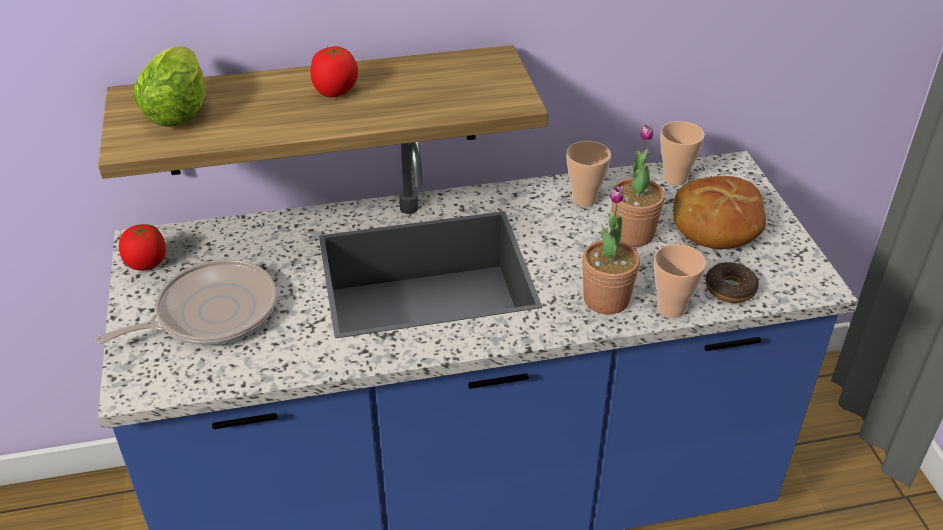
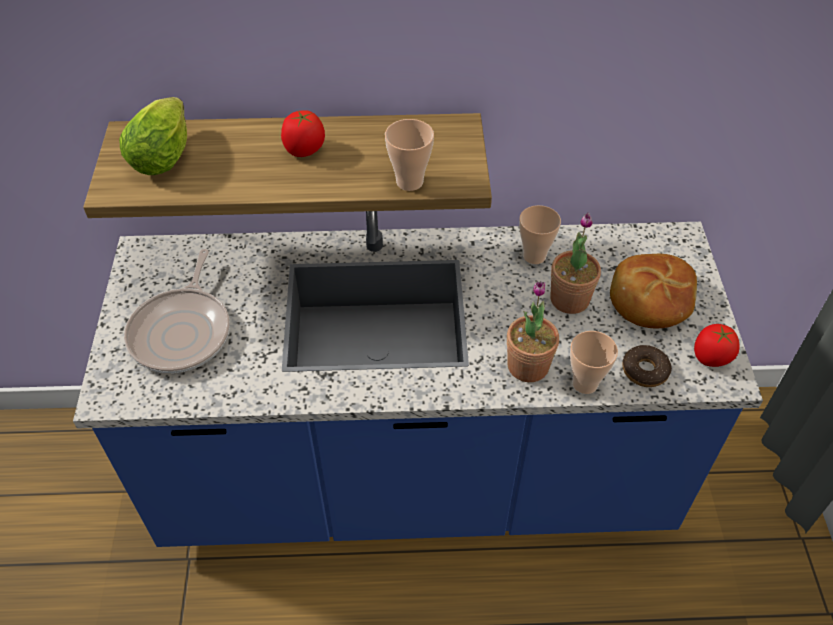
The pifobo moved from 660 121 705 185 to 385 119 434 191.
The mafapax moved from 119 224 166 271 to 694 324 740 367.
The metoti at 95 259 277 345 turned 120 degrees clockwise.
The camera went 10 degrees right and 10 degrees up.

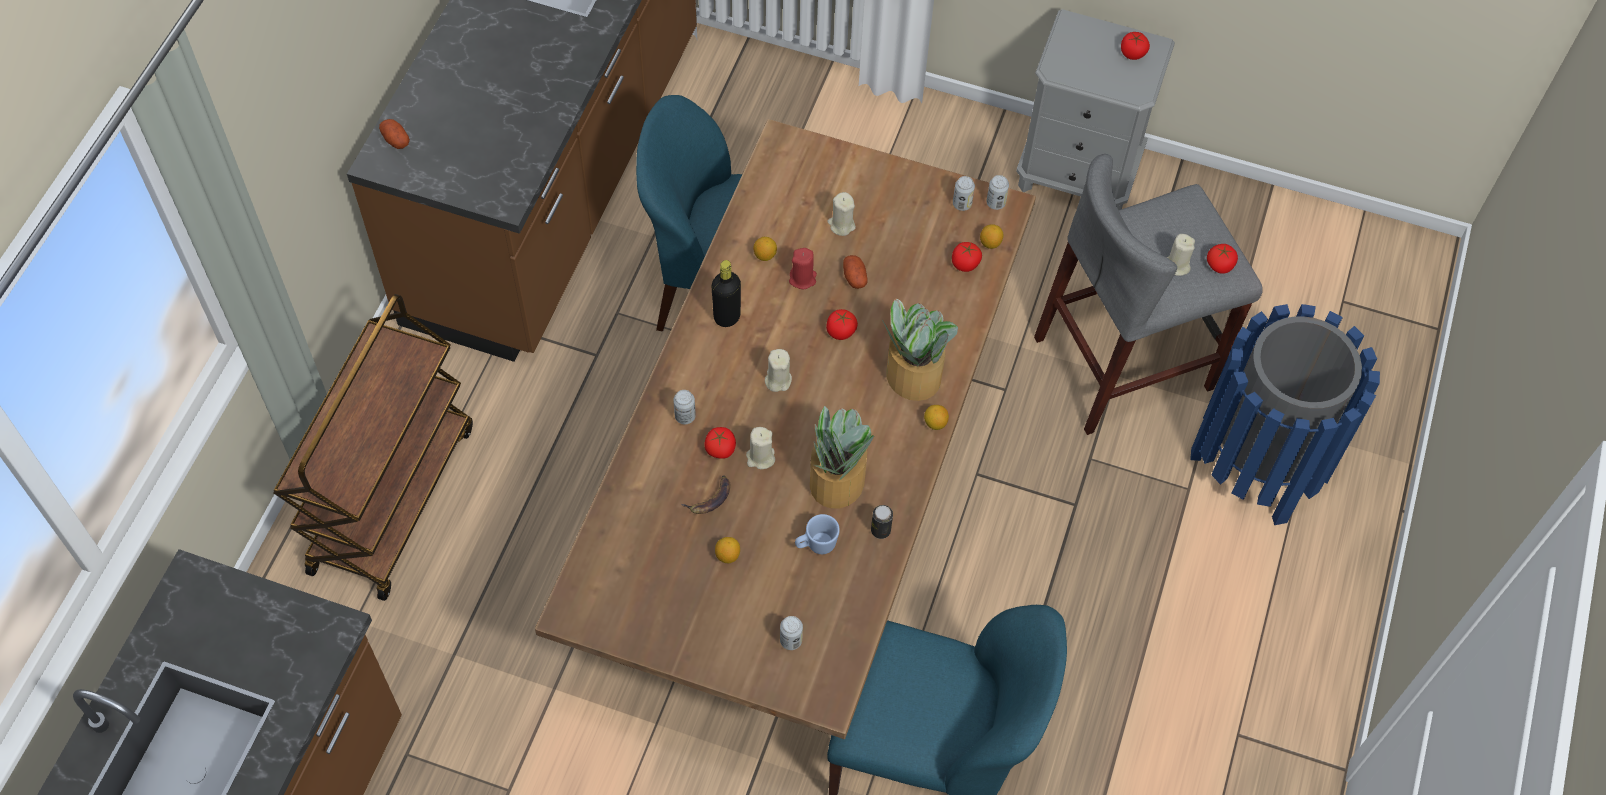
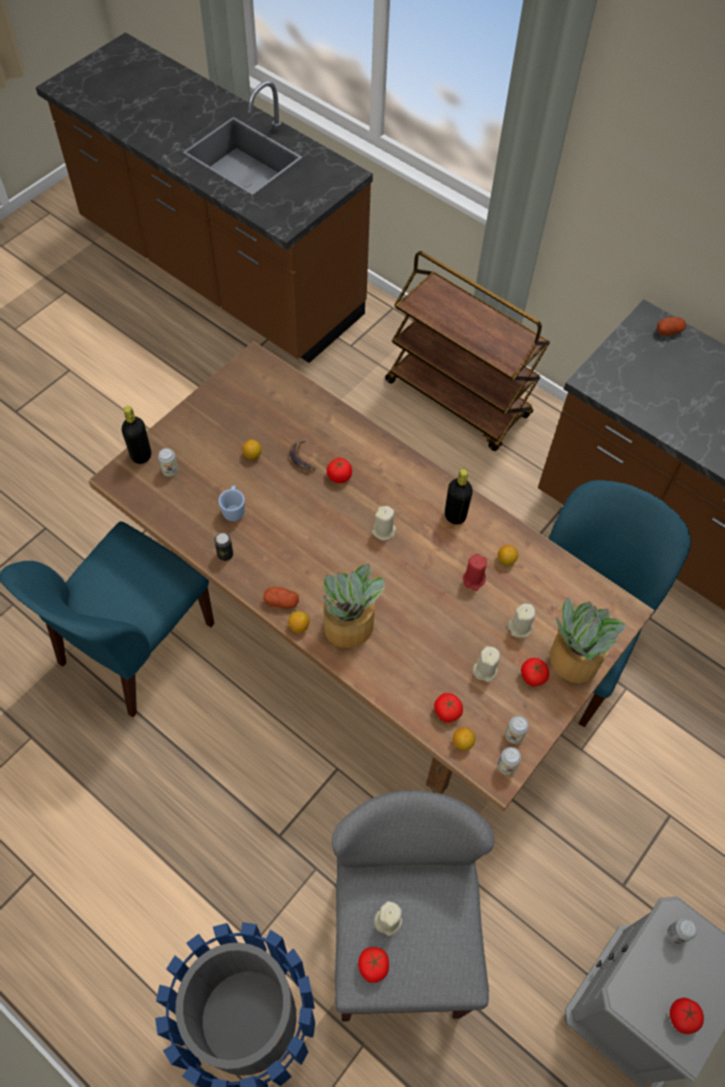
The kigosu moved from 843 255 867 289 to 263 587 299 608.
The mafapax moved from 826 309 858 340 to 521 658 549 686.
The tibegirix moved from 673 390 696 424 to 667 918 697 945.
The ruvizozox moved from 810 406 874 508 to 549 597 625 683.
The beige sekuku moved from 746 427 775 469 to 473 646 500 682.
The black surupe at 122 406 151 464 appeared.
The camera went 110 degrees right and 0 degrees up.

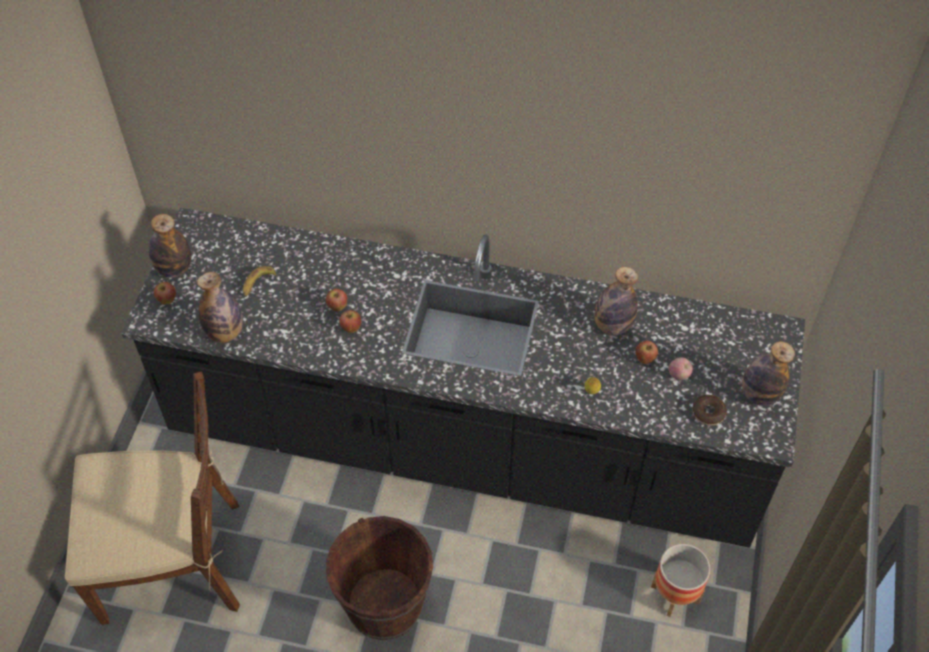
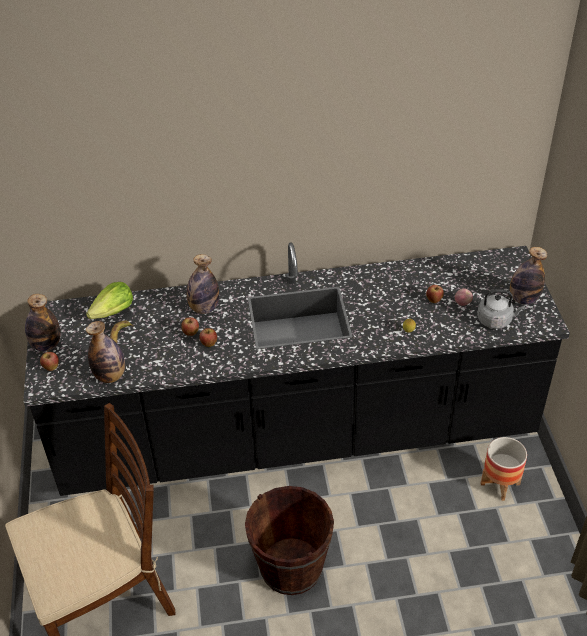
The surupe moved from 594 267 638 336 to 187 254 219 314.
The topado at 692 395 727 426 was replaced by the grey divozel at 477 289 525 329.
The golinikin at 86 282 133 319 appeared.
The camera went 20 degrees left and 10 degrees down.

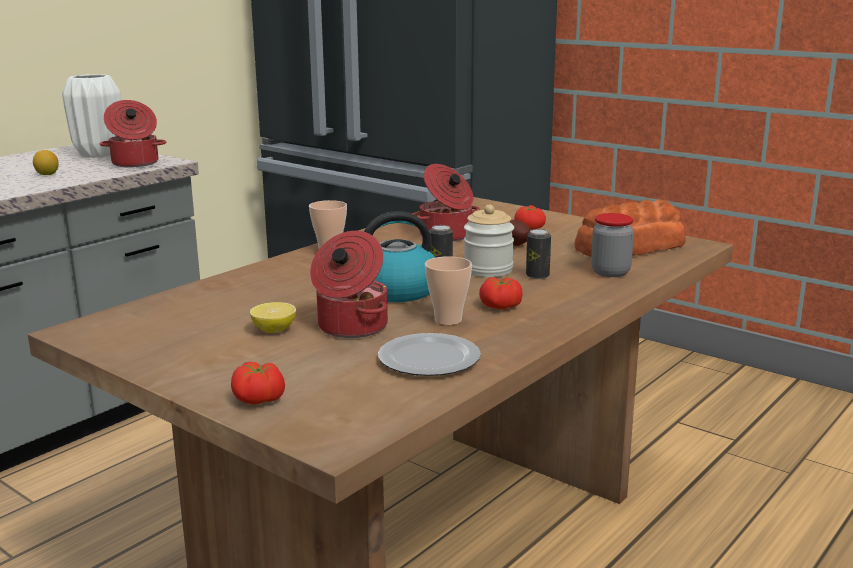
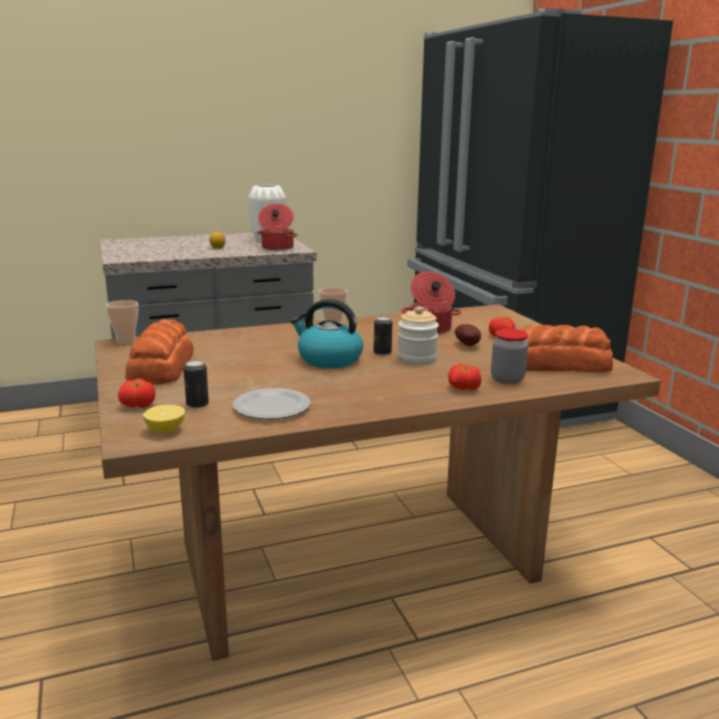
The tibegirix moved from 526 229 551 279 to 183 360 209 408.
The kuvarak at 310 231 388 338 disappeared.
The pifobo moved from 425 256 472 325 to 106 300 138 345.
The mafapax moved from 479 277 523 310 to 448 363 481 390.
The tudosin moved from 250 302 296 333 to 143 405 185 433.
The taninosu at 125 319 194 385 appeared.
The camera went 30 degrees right and 0 degrees up.

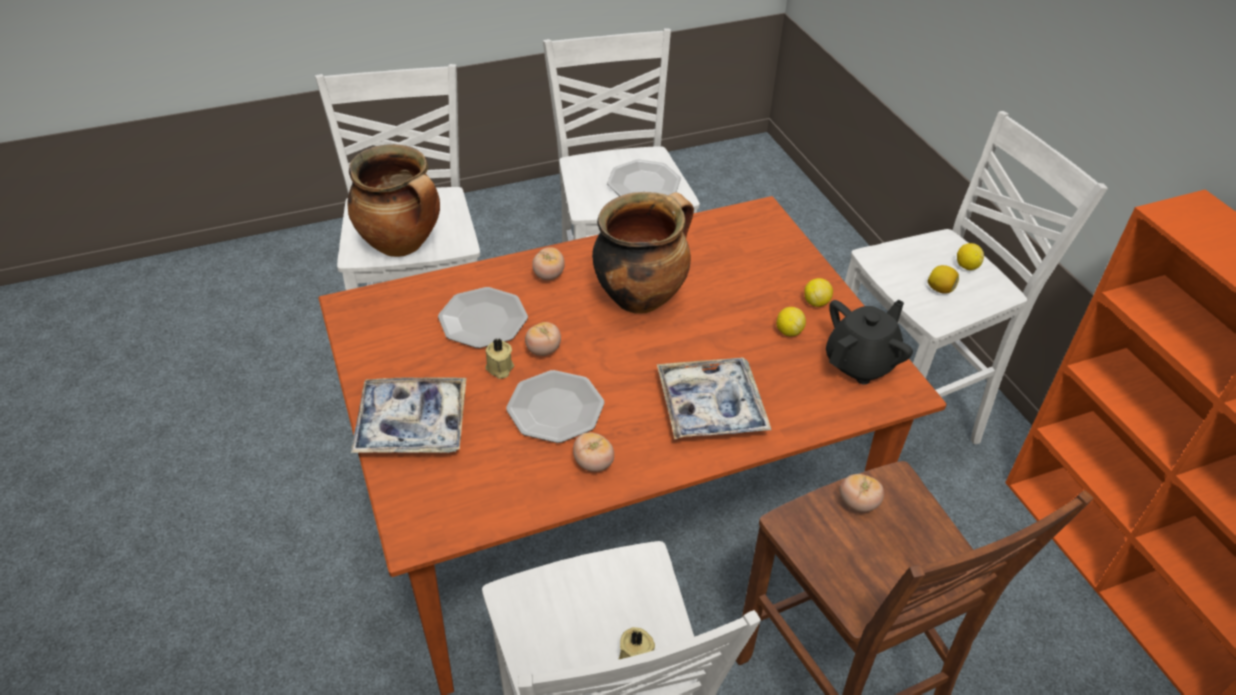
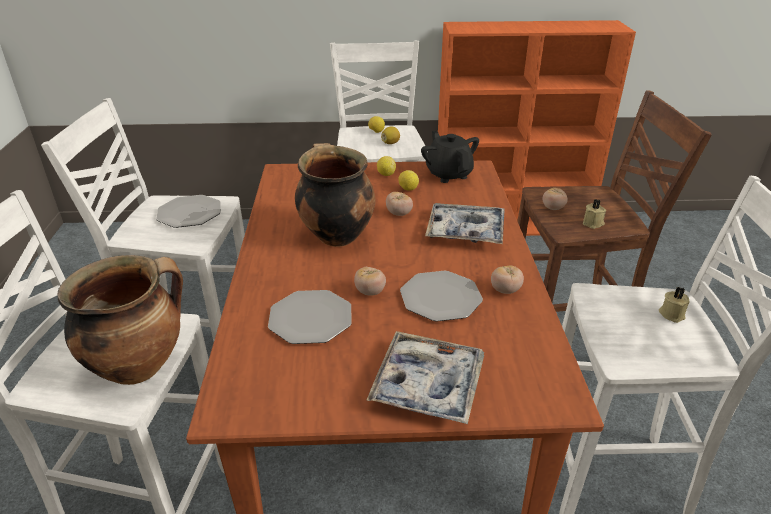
The mafapax moved from 532 247 565 280 to 386 192 413 216.
The beige sekuku moved from 485 339 514 379 to 583 199 606 229.
The camera went 70 degrees left and 10 degrees down.

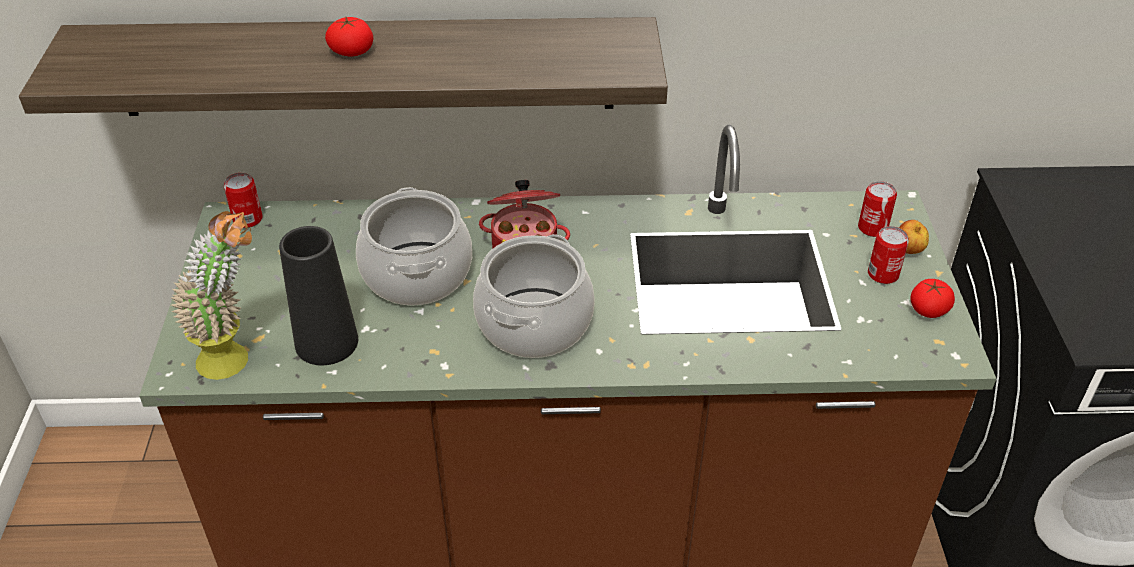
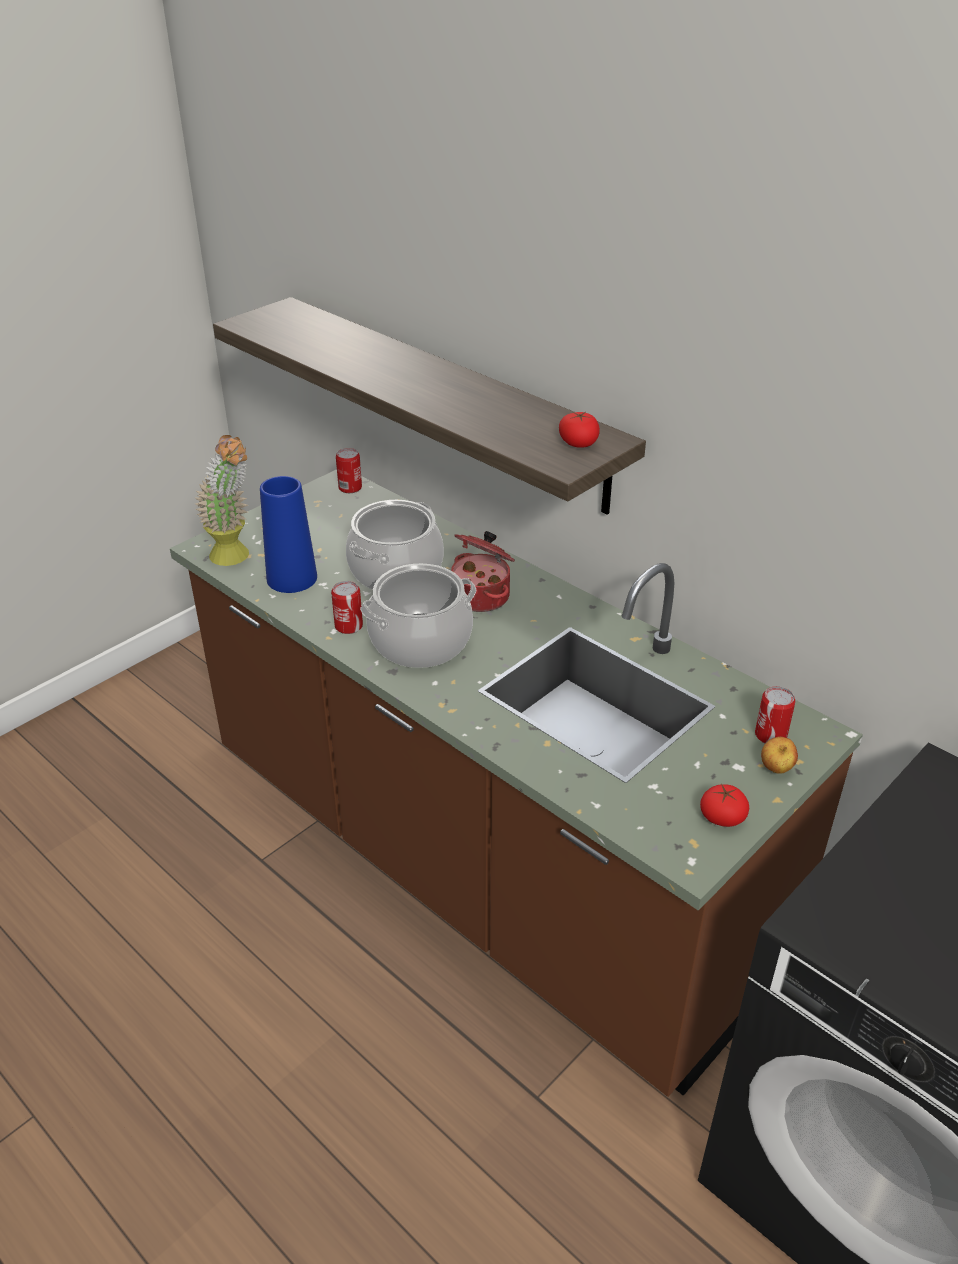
The mafapax moved from 325 17 373 57 to 559 412 600 448.
The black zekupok at 279 226 358 365 became the blue zekupok at 260 476 317 593.
The tibegirix moved from 868 226 909 284 to 331 581 363 634.
The camera went 45 degrees right and 5 degrees down.

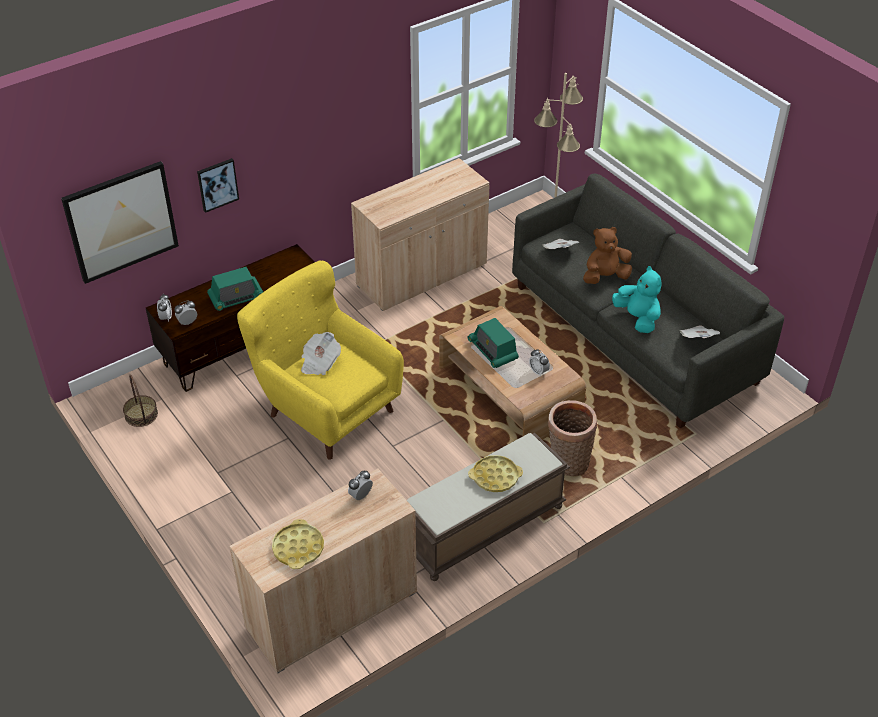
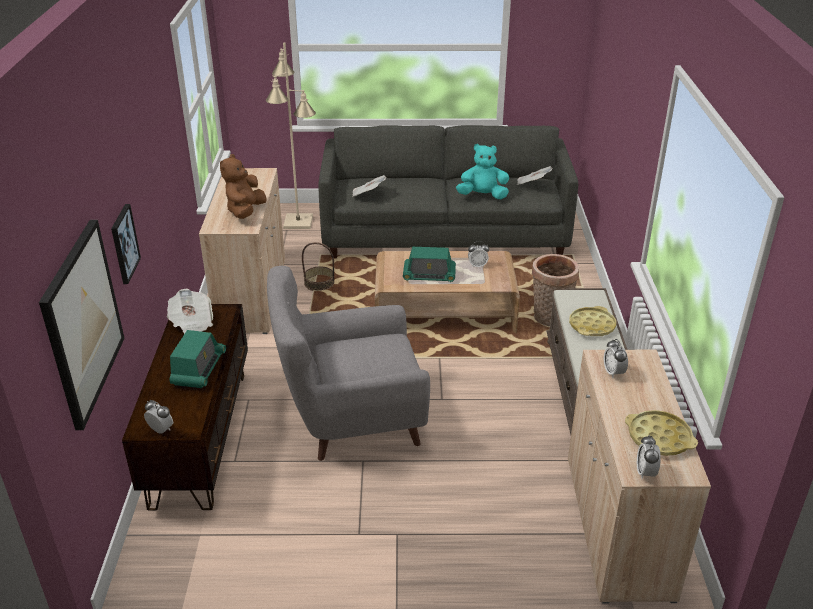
The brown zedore moved from 583 227 632 284 to 220 154 267 219.
The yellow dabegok at 237 260 404 460 became the grey dabegok at 267 266 430 461.
The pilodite moved from 174 301 197 325 to 637 435 661 479.
The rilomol moved from 301 332 341 375 to 167 289 213 334.
The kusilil moved from 123 374 158 427 to 302 242 334 291.
The camera went 55 degrees left and 10 degrees down.

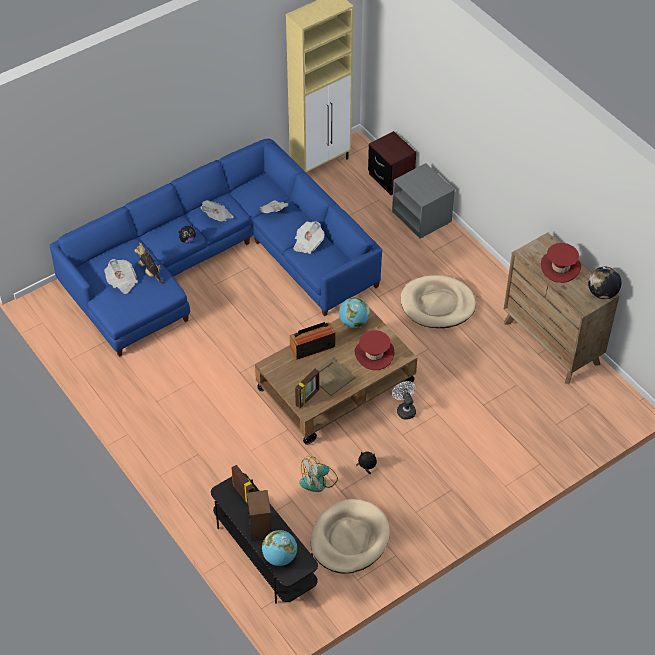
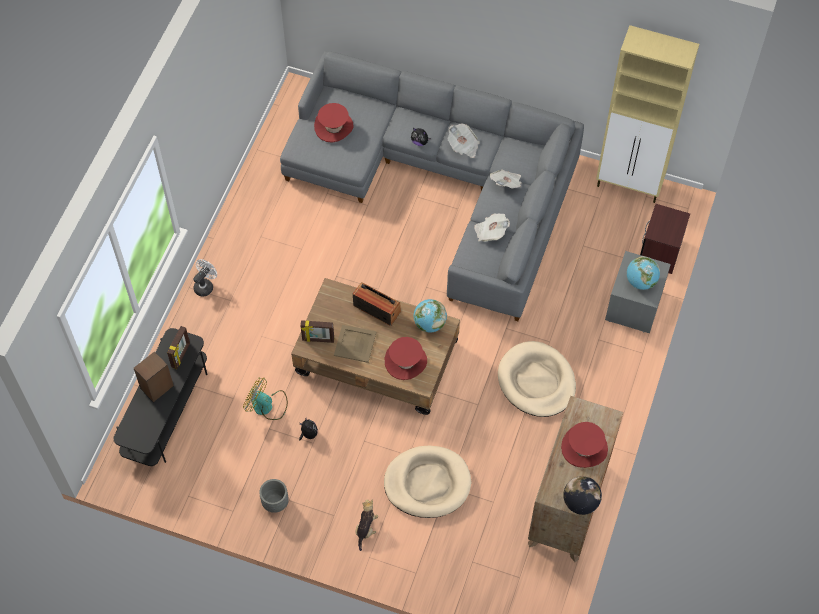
The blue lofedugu at 50 139 382 357 became the grey lofedugu at 280 51 584 321.
The zedore moved from 134 243 164 284 to 355 499 378 551.
The rilomol at 104 259 138 294 was replaced by the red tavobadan at 314 103 354 143.
The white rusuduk moved from 392 381 416 420 to 193 259 217 297.
The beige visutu moved from 311 499 390 574 to 384 445 471 518.
The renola moved from 262 530 297 566 to 627 256 660 290.
The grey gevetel at 260 479 289 513 appeared.
The camera went 55 degrees right and 10 degrees up.

